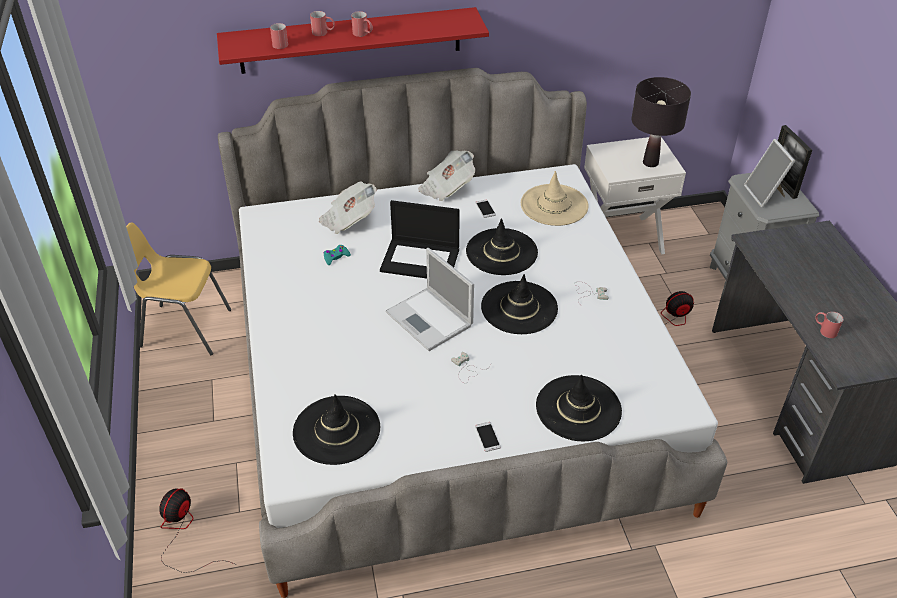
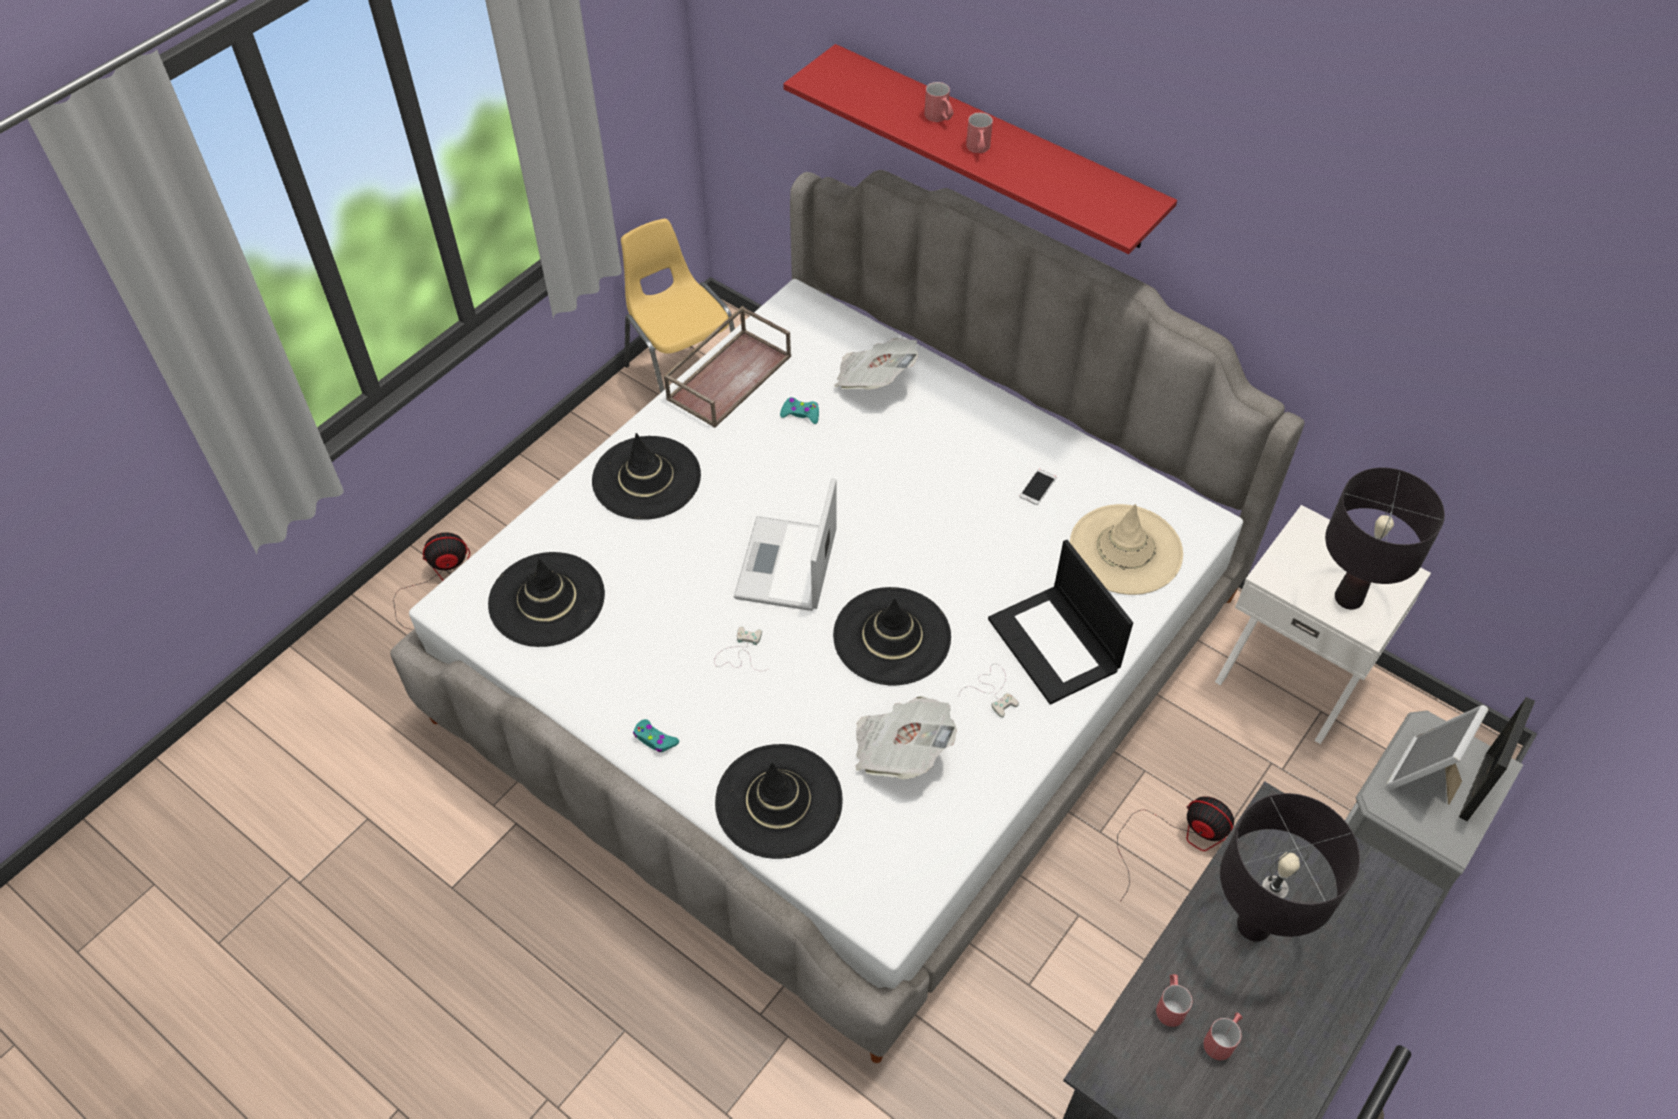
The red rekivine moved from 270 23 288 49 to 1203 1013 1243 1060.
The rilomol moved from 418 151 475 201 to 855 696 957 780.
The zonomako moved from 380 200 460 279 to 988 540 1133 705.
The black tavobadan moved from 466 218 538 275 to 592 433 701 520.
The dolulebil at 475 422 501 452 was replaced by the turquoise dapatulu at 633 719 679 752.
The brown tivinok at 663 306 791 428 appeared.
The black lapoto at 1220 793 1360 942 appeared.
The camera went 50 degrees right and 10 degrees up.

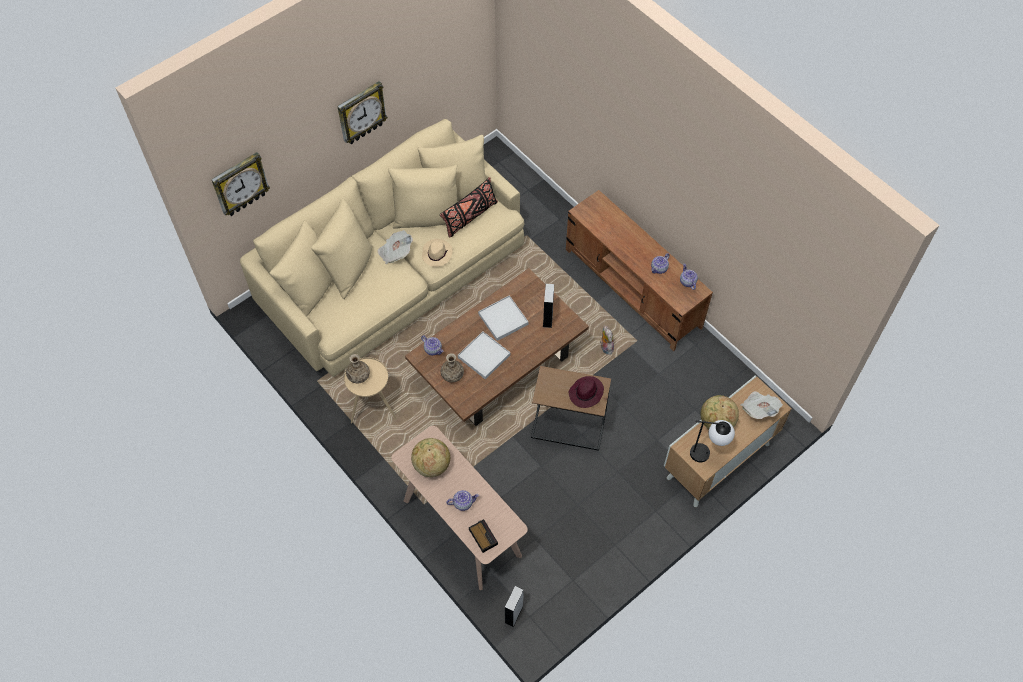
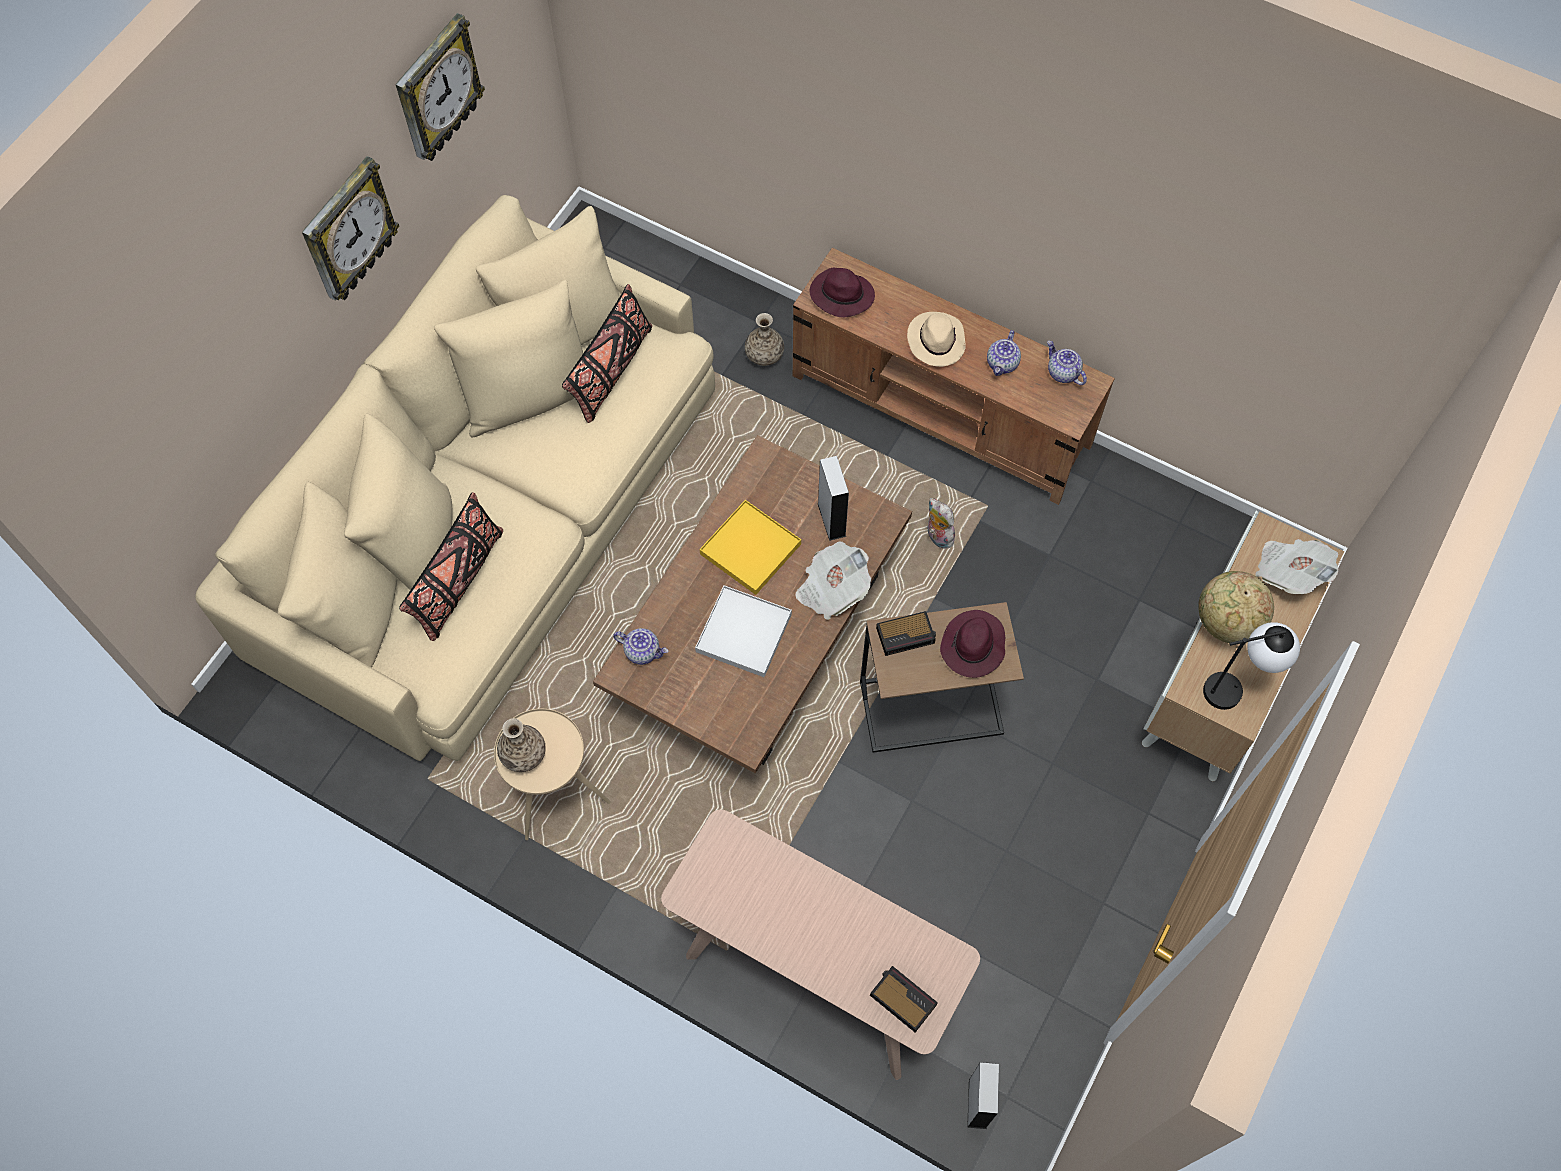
The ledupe moved from 211 152 270 216 to 395 13 485 161.
The rilomol moved from 377 230 413 264 to 795 542 871 620.
The beige tavobadan moved from 422 239 453 267 to 907 312 966 367.
The white tivinok at 478 295 528 341 became the yellow tivinok at 700 500 801 595.
The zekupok moved from 441 353 464 382 to 745 313 784 366.
The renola at 411 438 450 477 disappeared.
The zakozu at 446 490 479 511 disappeared.
The purple tavobadan at 809 267 875 317 appeared.
The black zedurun at 399 492 503 641 appeared.
The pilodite at 876 611 936 656 appeared.
The camera went 20 degrees left and 5 degrees up.

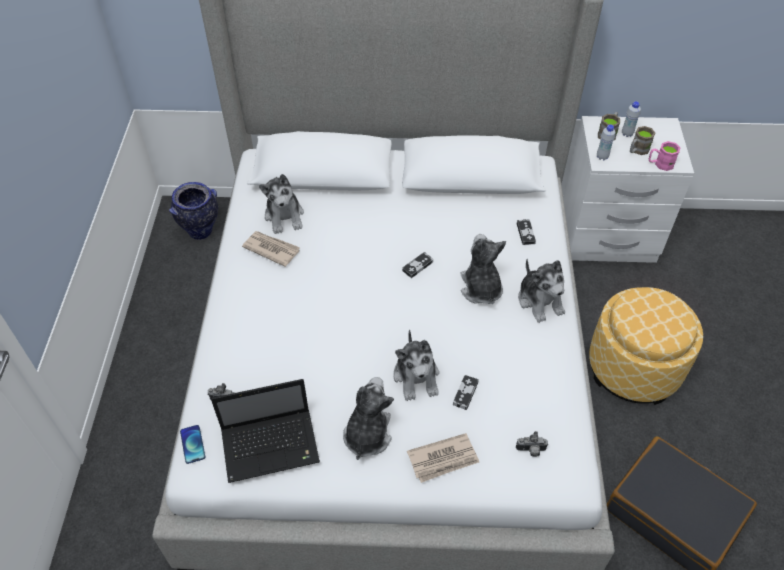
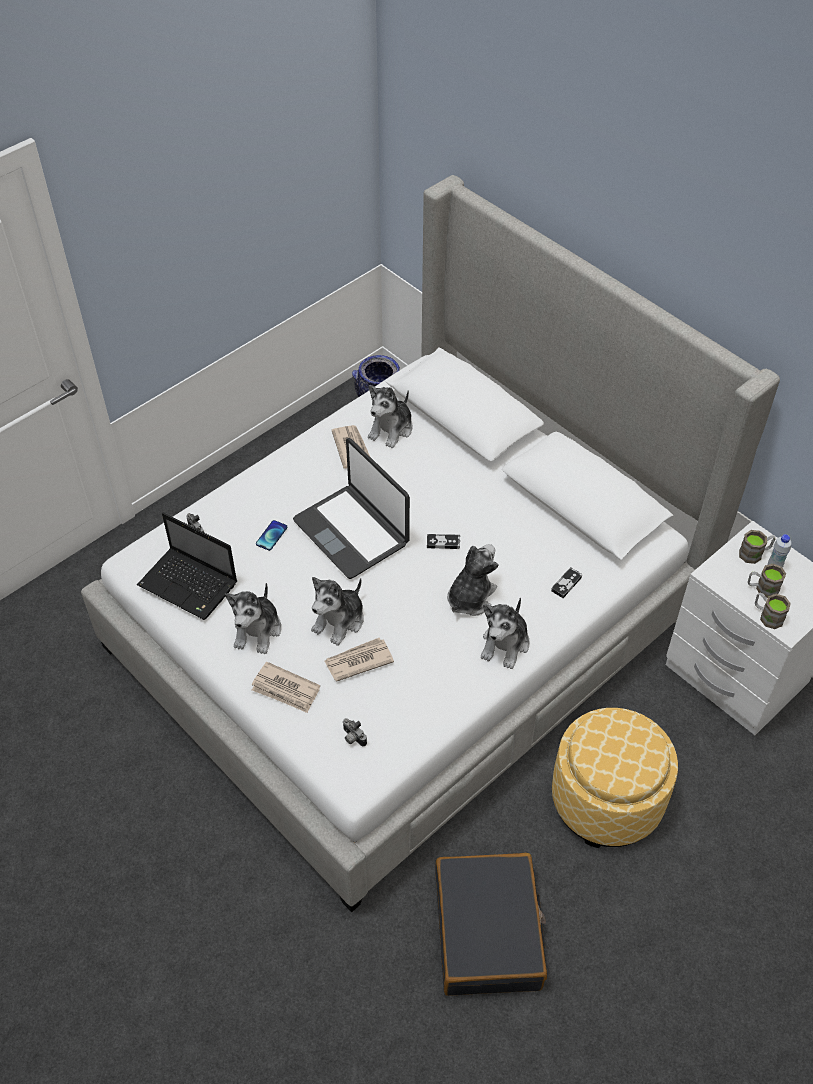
The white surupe at 597 124 615 160 disappeared.
The pink rekivine at 649 141 680 171 became the brown rekivine at 755 593 791 629.
The dapatulu at 453 375 479 410 was replaced by the rilomol at 324 638 394 682.
The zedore at 343 377 394 460 turned 135 degrees clockwise.
The dolulebil moved from 180 425 205 464 to 256 520 288 551.
The zonomako at 293 438 410 579 appeared.
The camera went 45 degrees right and 0 degrees up.

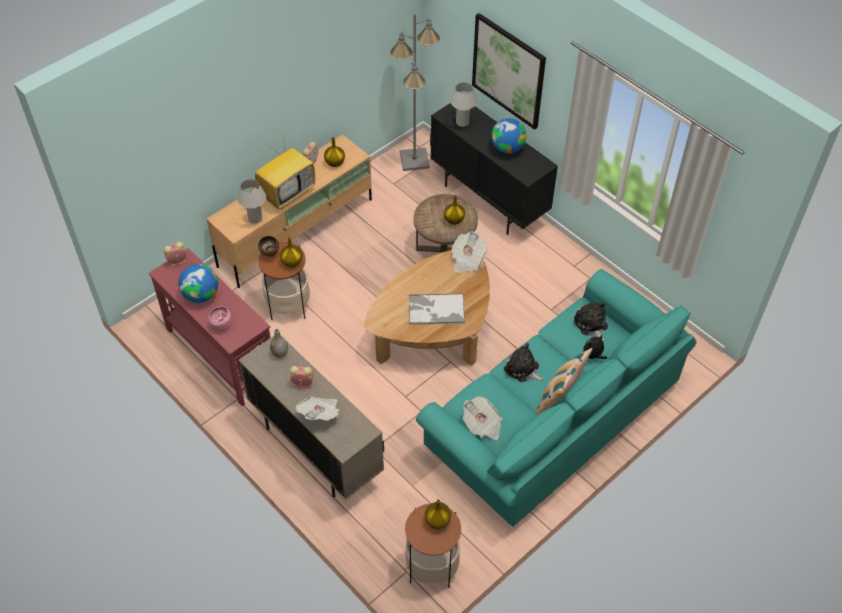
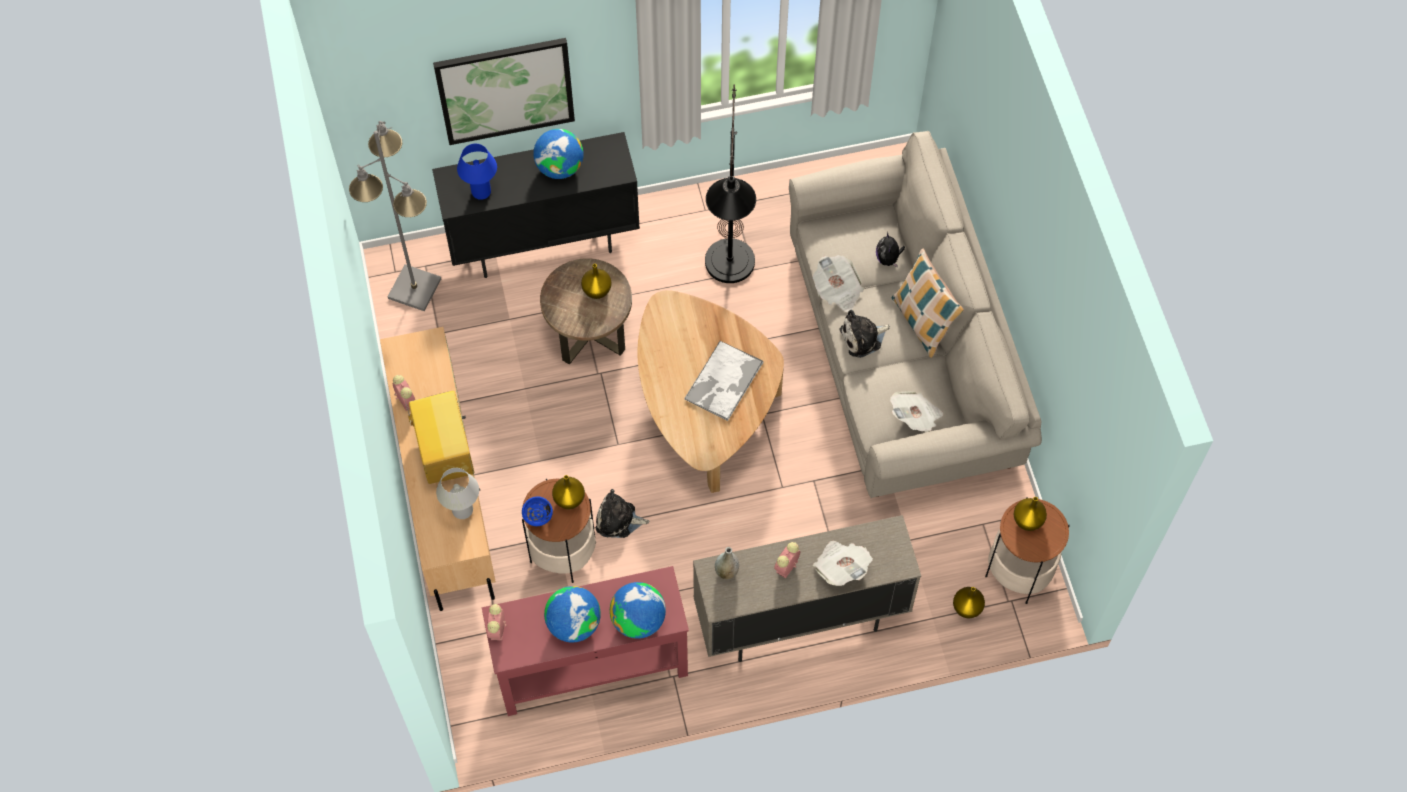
The white lapoto at 450 82 477 127 became the blue lapoto at 457 144 497 200.
The yellow zekupok moved from 324 137 345 167 to 953 587 985 619.
The rilomol moved from 451 231 488 272 to 813 255 864 313.
The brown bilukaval at 258 236 279 257 became the blue bilukaval at 522 497 553 526.
The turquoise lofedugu at 416 269 697 527 became the beige lofedugu at 789 131 1042 498.
The zedore moved from 574 302 608 342 to 596 489 649 538.
The pink bilukaval at 208 306 231 330 was replaced by the renola at 610 582 666 639.
The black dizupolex at 705 84 756 283 appeared.
The camera went 60 degrees left and 10 degrees up.

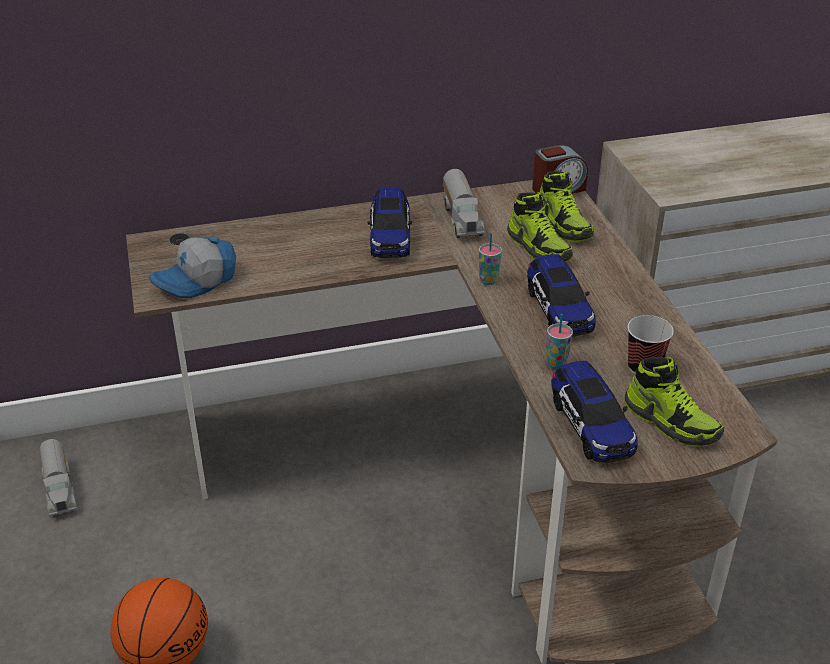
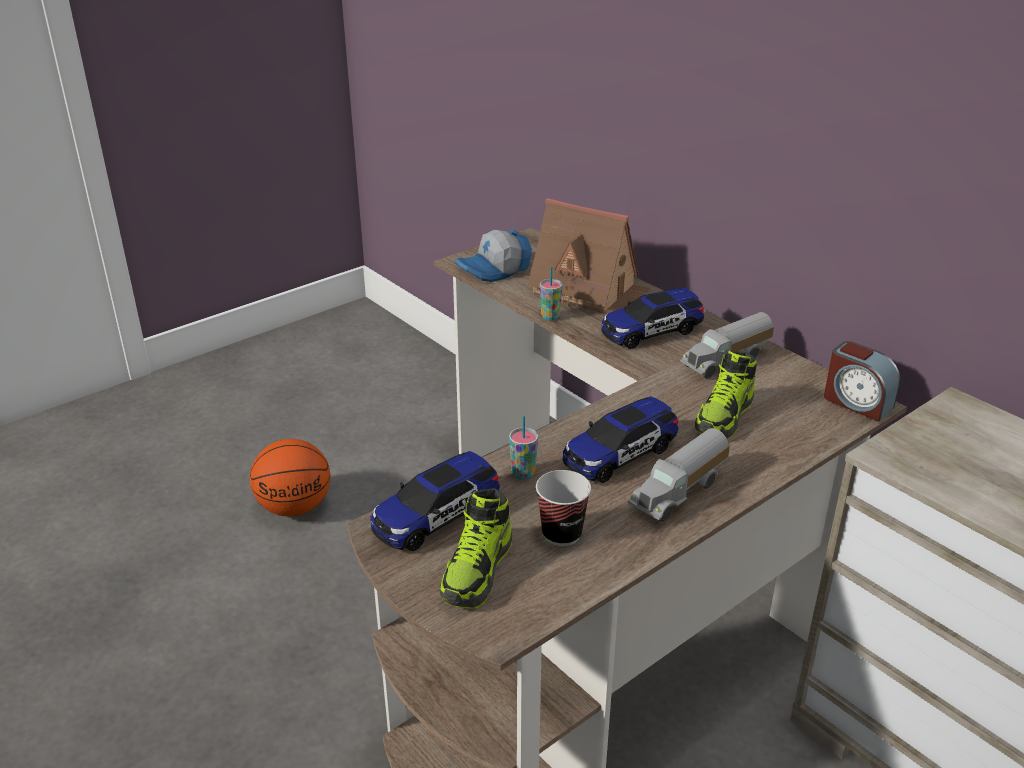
The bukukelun at 540 171 594 241 disappeared.
The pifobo moved from 479 233 502 285 to 540 267 562 320.
The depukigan at 149 237 236 298 turned 60 degrees counterclockwise.
The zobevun moved from 39 439 77 516 to 628 428 730 522.
The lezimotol at 527 198 651 313 appeared.
The camera went 65 degrees right and 5 degrees down.

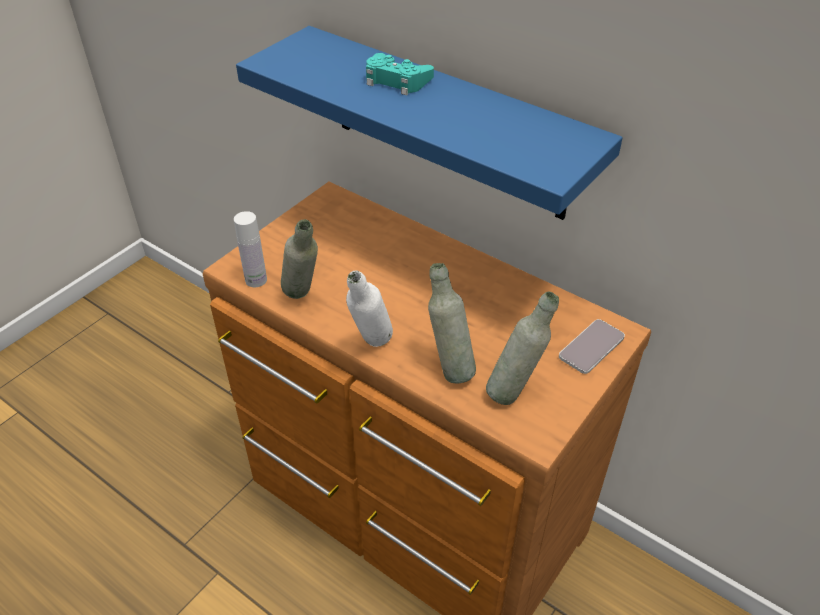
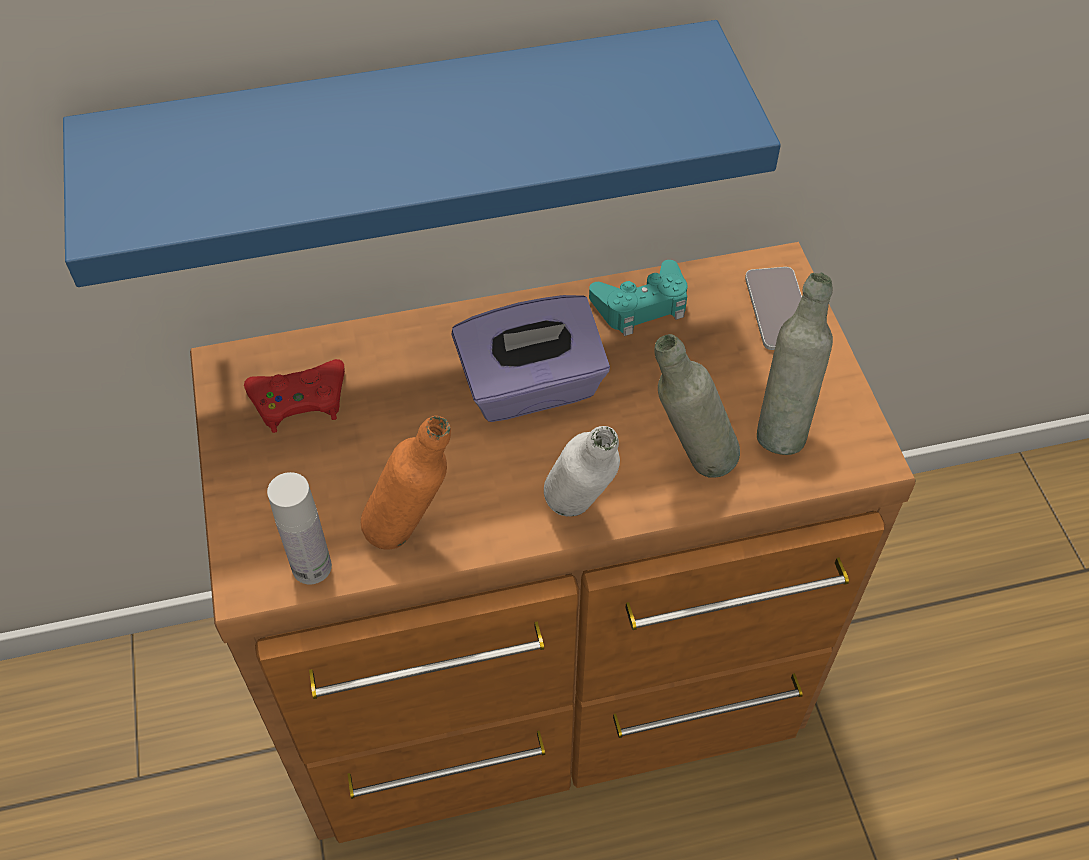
The turquoise dapatulu moved from 366 53 434 95 to 589 260 687 336.
The grey surupe at 281 219 318 299 became the orange surupe at 361 416 451 549.
The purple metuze at 452 295 610 422 appeared.
The red dapatulu at 244 359 345 433 appeared.
The camera went 50 degrees left and 10 degrees up.

